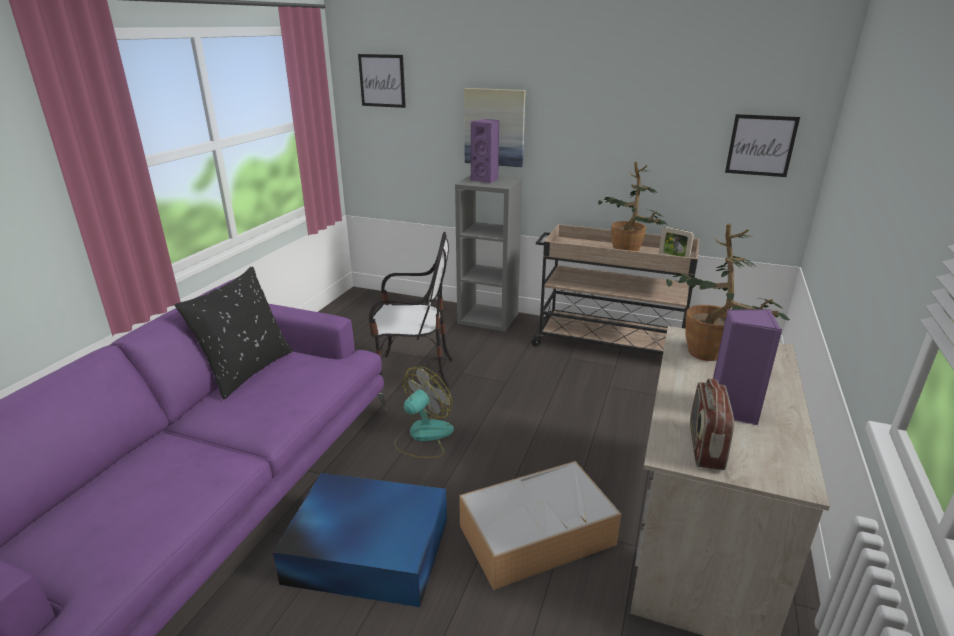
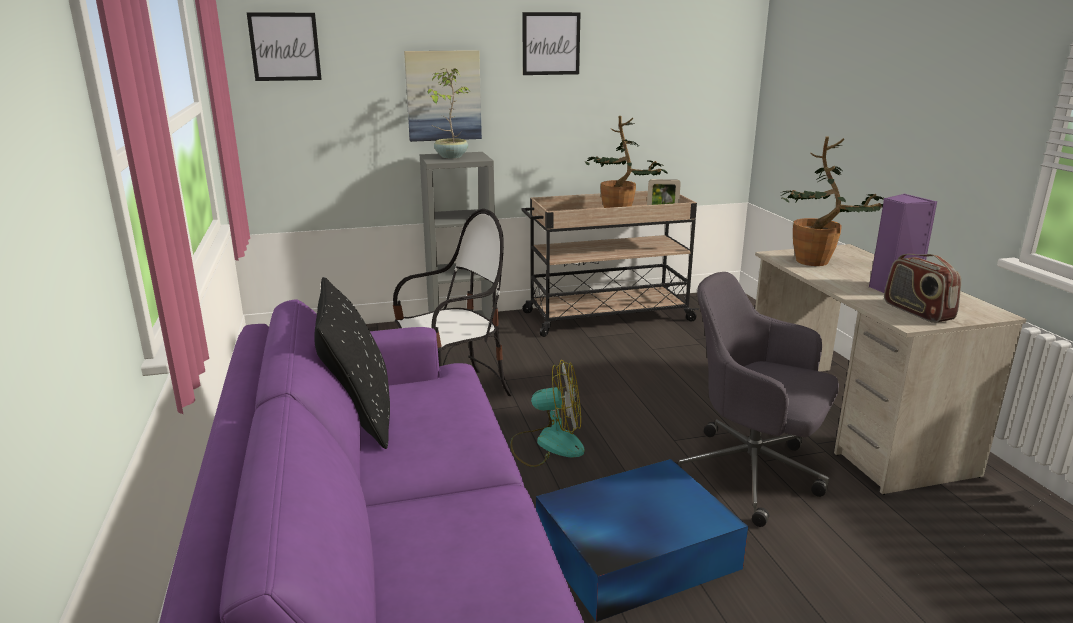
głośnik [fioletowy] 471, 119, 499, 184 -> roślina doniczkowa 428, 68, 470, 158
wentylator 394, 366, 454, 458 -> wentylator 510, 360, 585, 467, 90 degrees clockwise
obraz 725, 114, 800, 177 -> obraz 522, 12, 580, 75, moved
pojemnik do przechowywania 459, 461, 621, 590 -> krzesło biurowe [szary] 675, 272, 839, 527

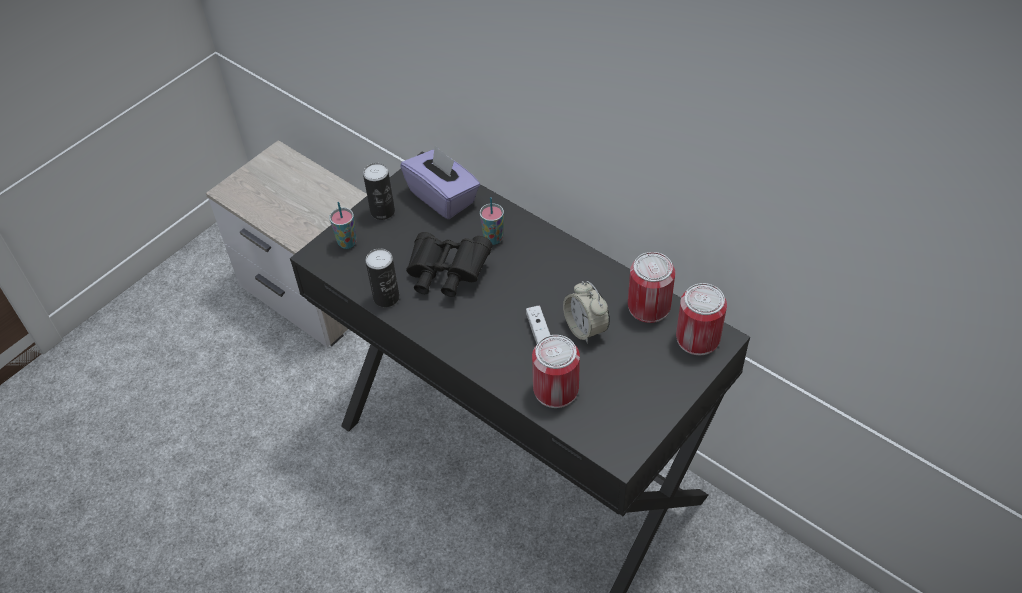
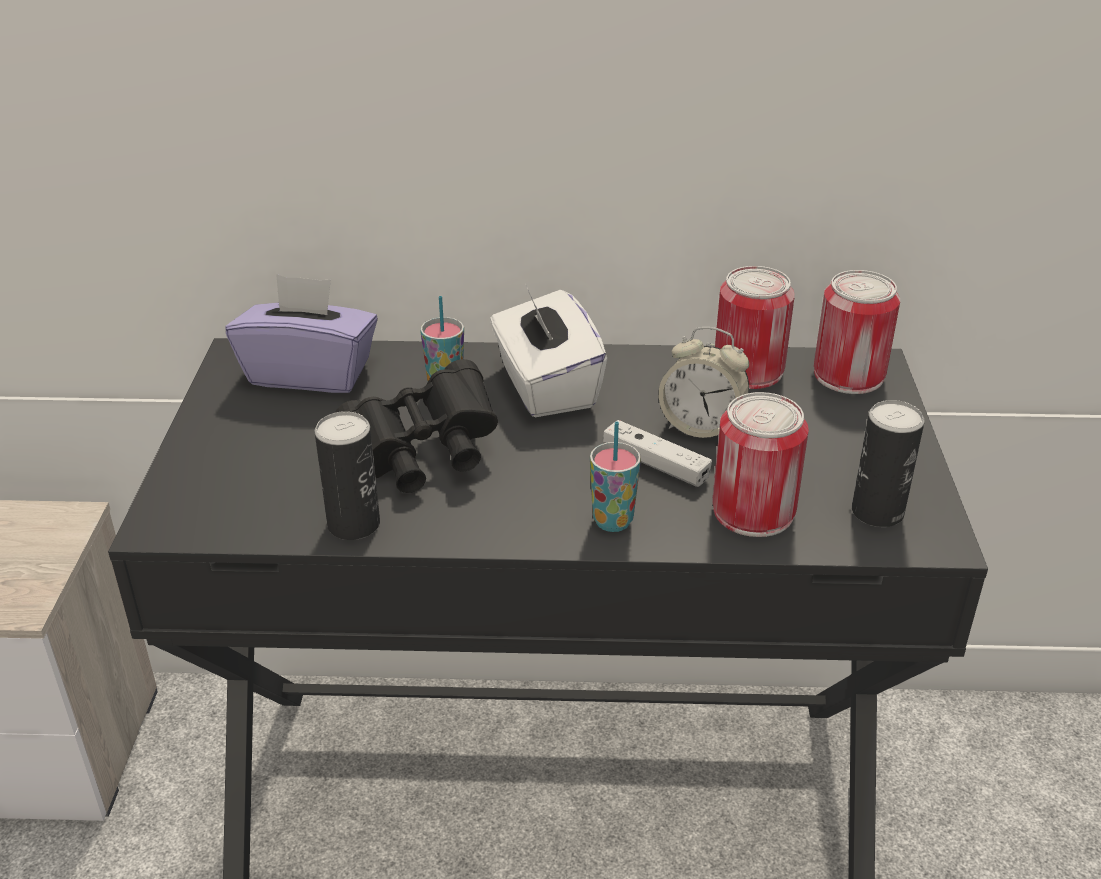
none -> pudełko chusteczek [biały] 490, 285, 607, 417
filiżanka 329, 202, 357, 249 -> filiżanka 590, 422, 641, 532, moved
puszka 363, 163, 395, 220 -> puszka 852, 400, 925, 527, moved

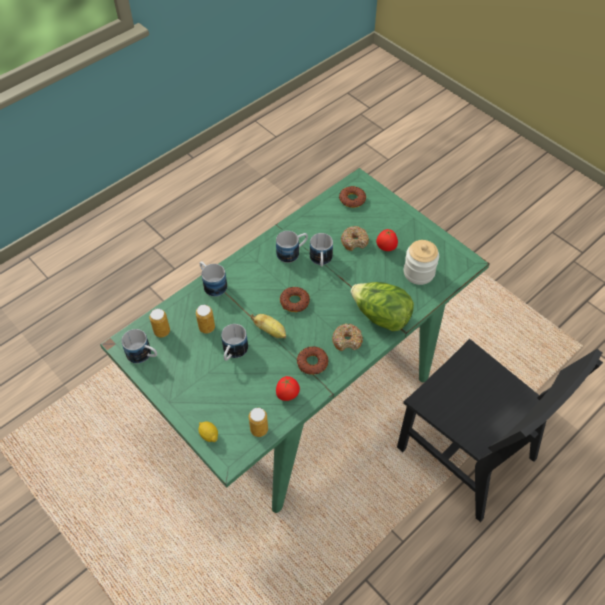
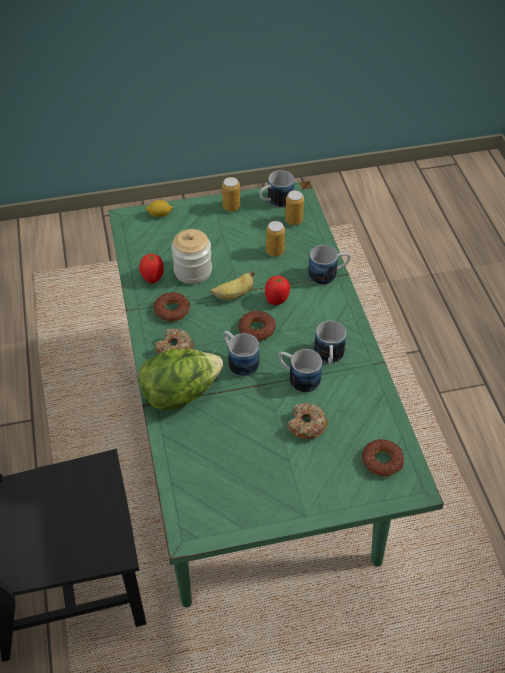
słoik 403, 240, 439, 285 -> słoik 171, 229, 212, 284, moved
puszka 249, 408, 268, 437 -> puszka 222, 177, 240, 212, moved
kubek 221, 324, 248, 361 -> kubek 224, 331, 259, 376, moved
pomidor 376, 229, 398, 251 -> pomidor 265, 275, 290, 305, moved

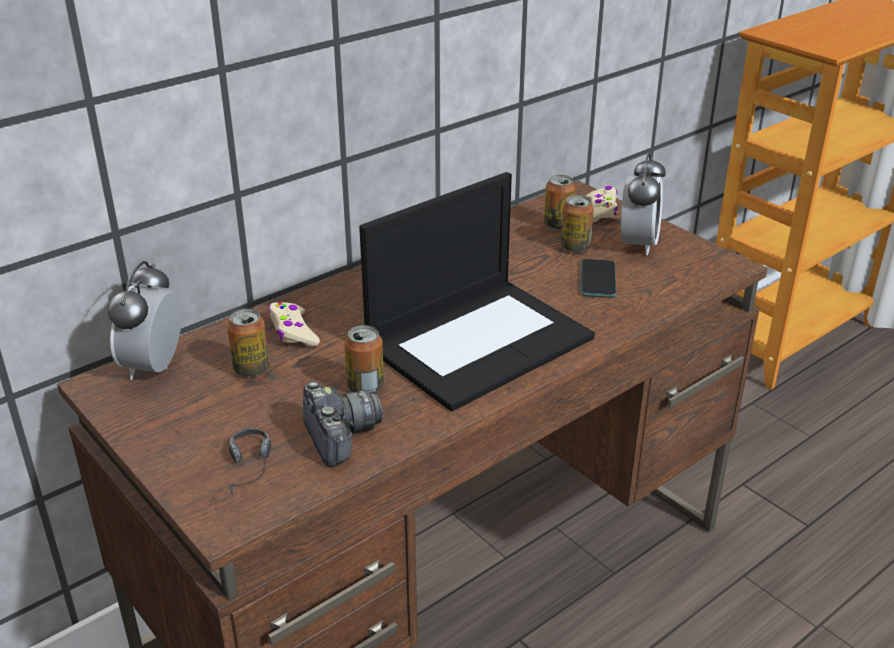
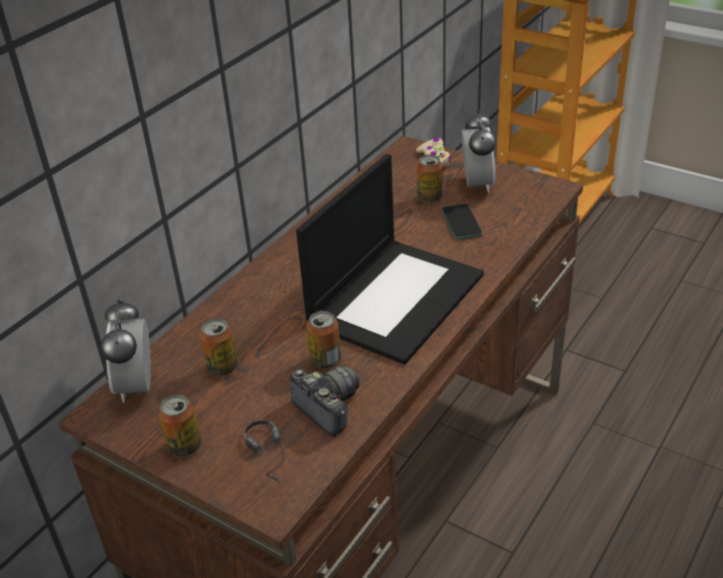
puszka 544, 175, 575, 230 -> puszka 158, 395, 201, 457, moved
pad do gier [beżowy] 269, 302, 320, 347 -> none

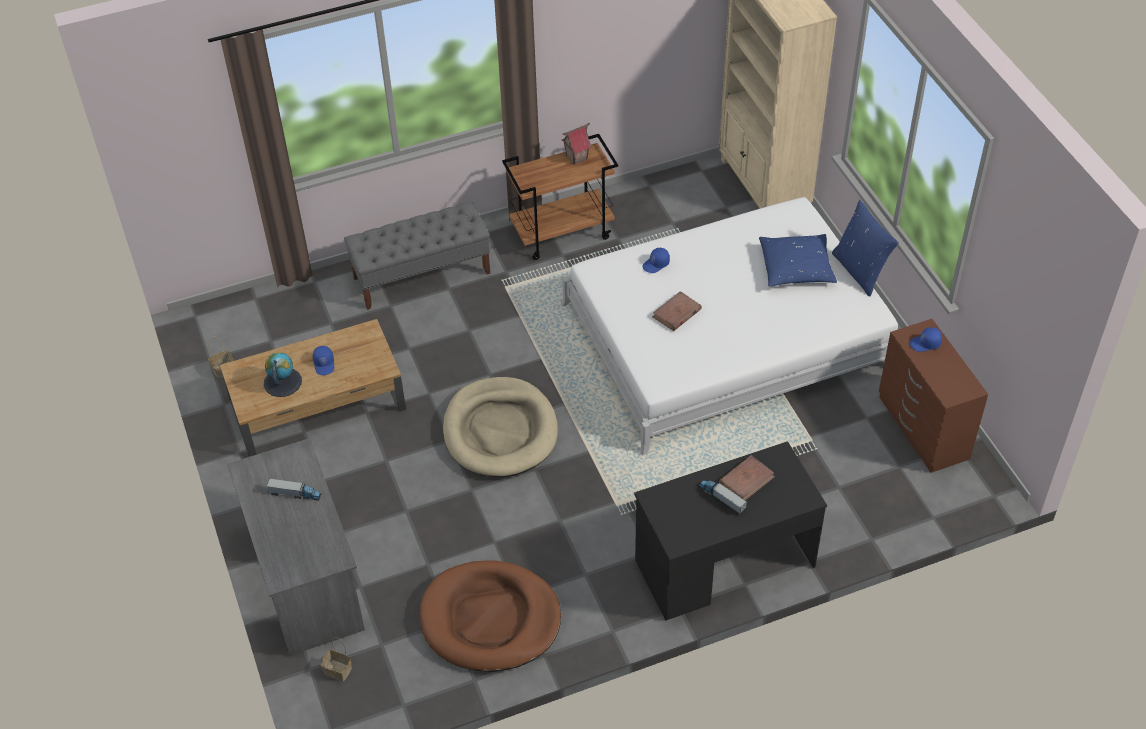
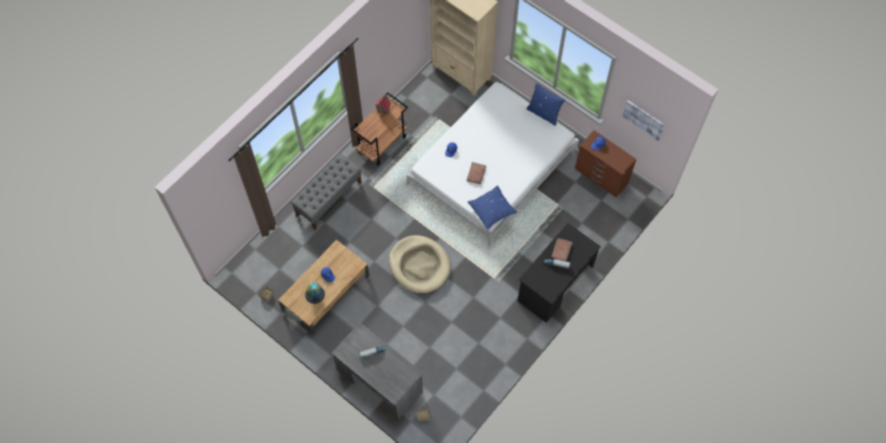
poduszka [niebieski] 759, 234, 837, 287 -> poduszka [niebieski] 468, 185, 517, 230, moved
none -> obraz 622, 100, 665, 141
legowisko [brązowy] 420, 560, 561, 672 -> none

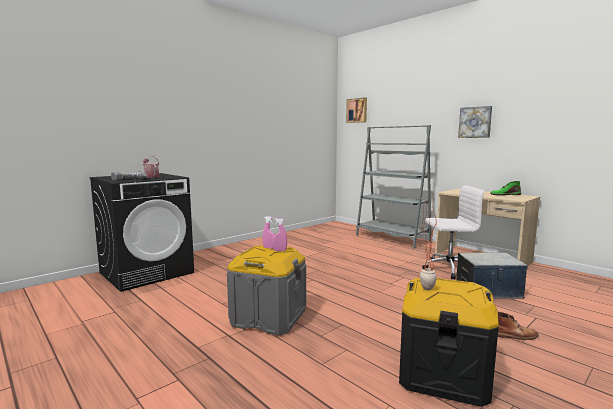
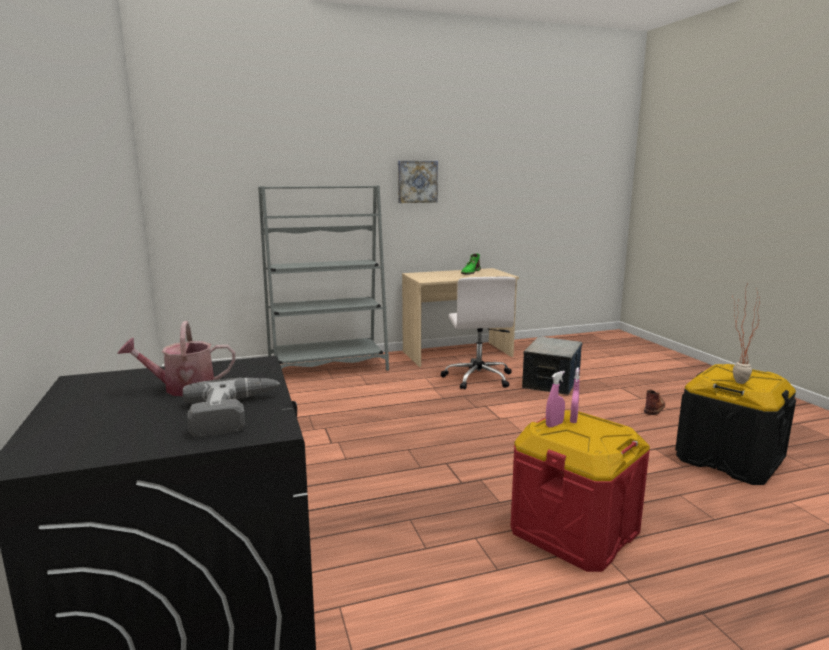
krzesło biurowe [biały] 422, 185, 484, 280 -> krzesło biurowe [biały] 440, 277, 516, 390, 150 degrees clockwise
pojemnik do przechowywania [szary] 227, 245, 306, 335 -> pojemnik do przechowywania [czerwony] 511, 410, 650, 572
obraz 346, 97, 367, 123 -> none

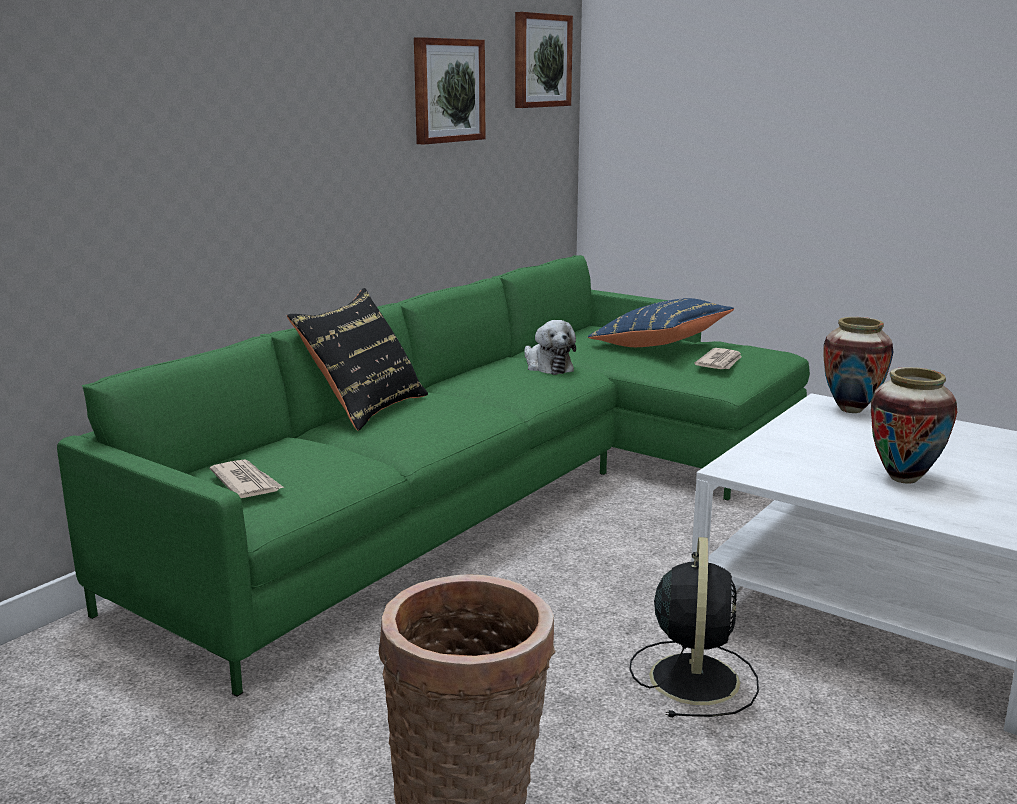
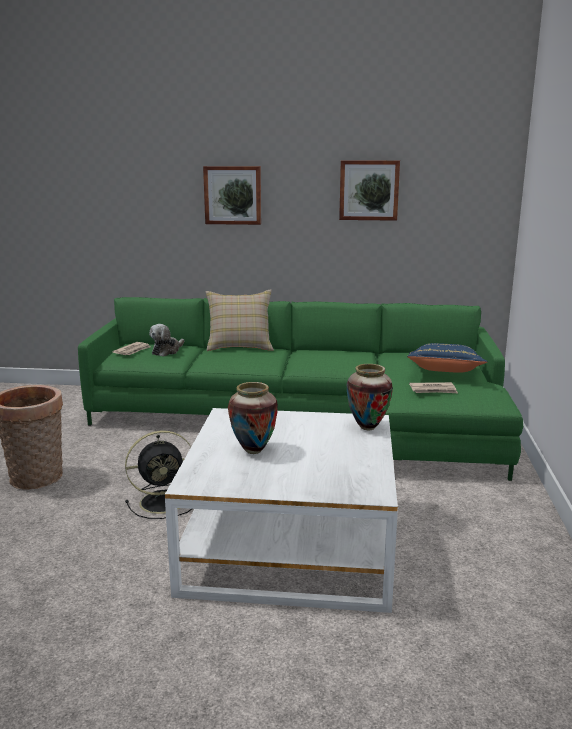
pluszak 524, 320, 576, 375 -> pluszak 149, 324, 184, 356, moved
obraz 515, 12, 573, 108 -> obraz 203, 166, 261, 225, moved
poduszka [czarny] 287, 288, 428, 431 -> poduszka [beżowy] 206, 289, 274, 351

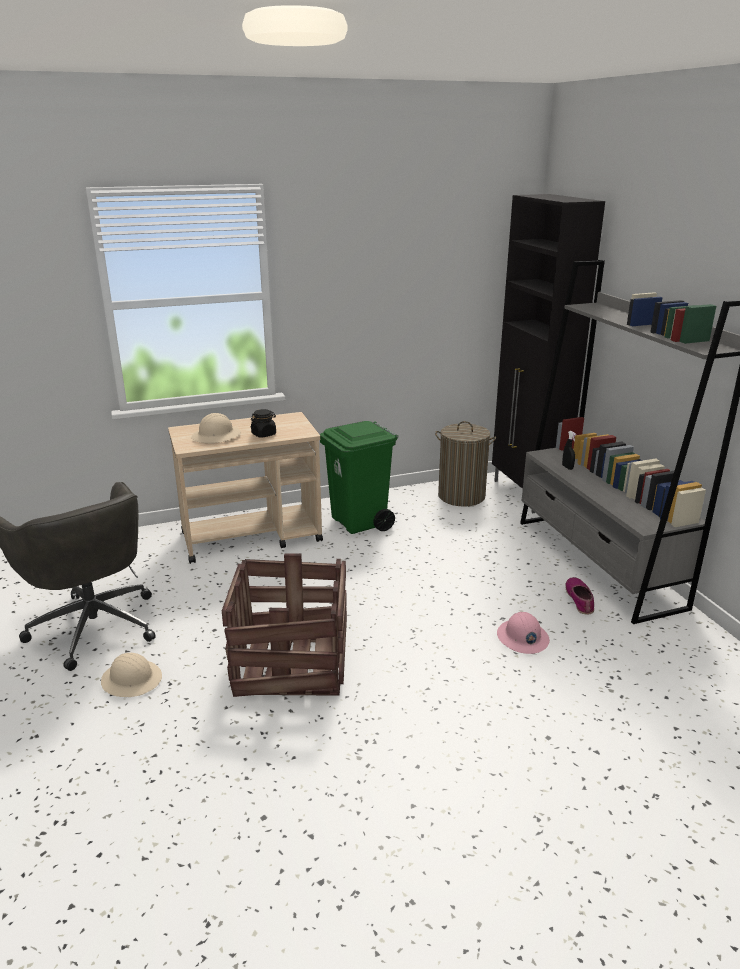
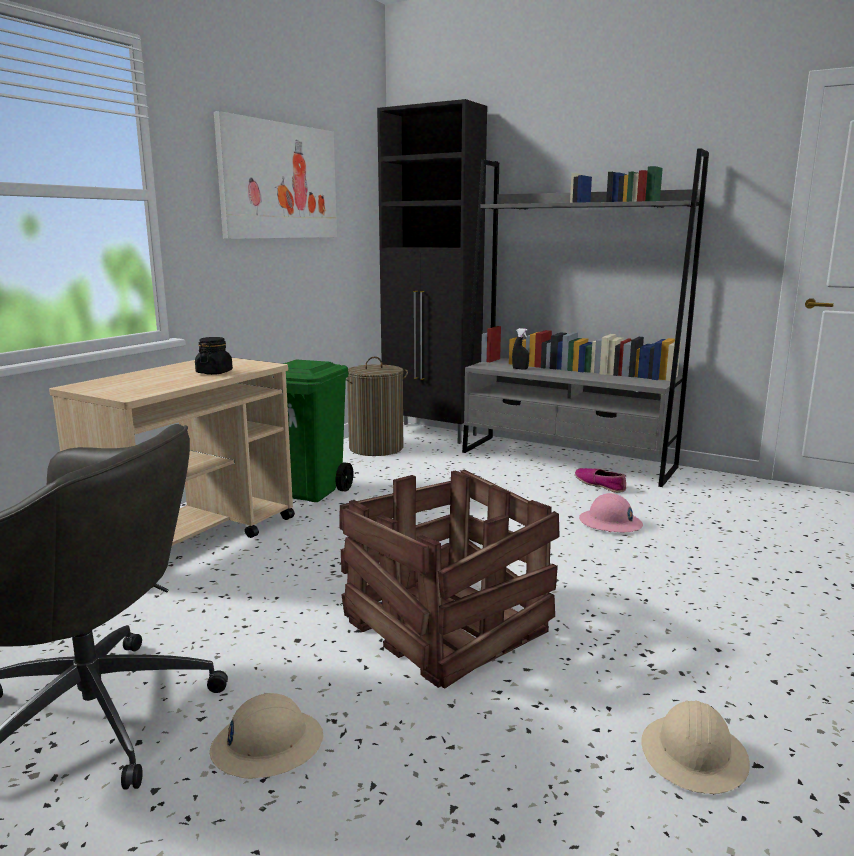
none -> obraz 214, 111, 337, 239
kask [beżowy] 191, 413, 241, 443 -> kask [beżowy] 641, 701, 750, 794, moved

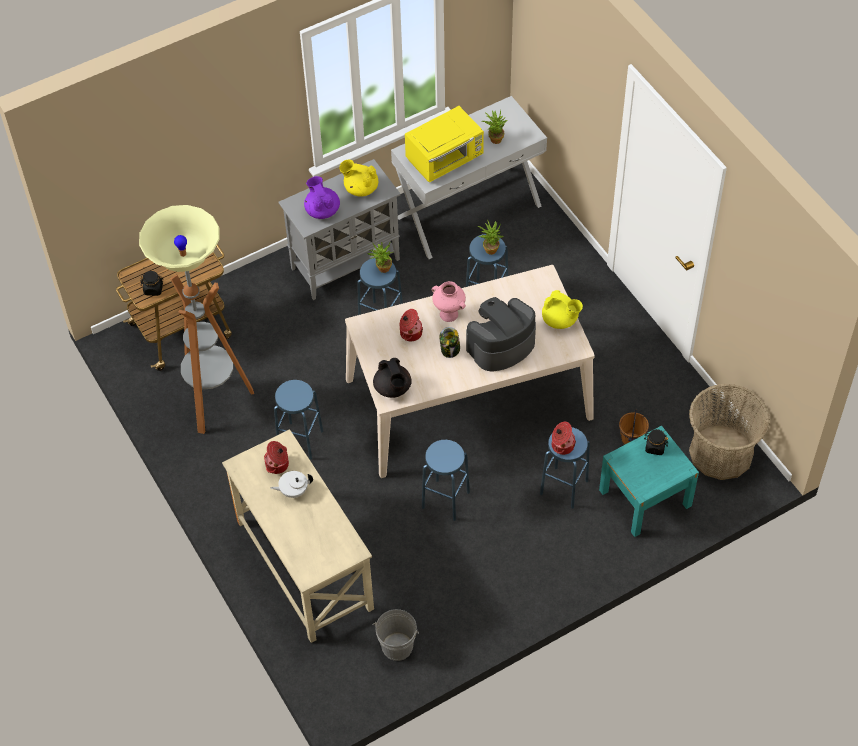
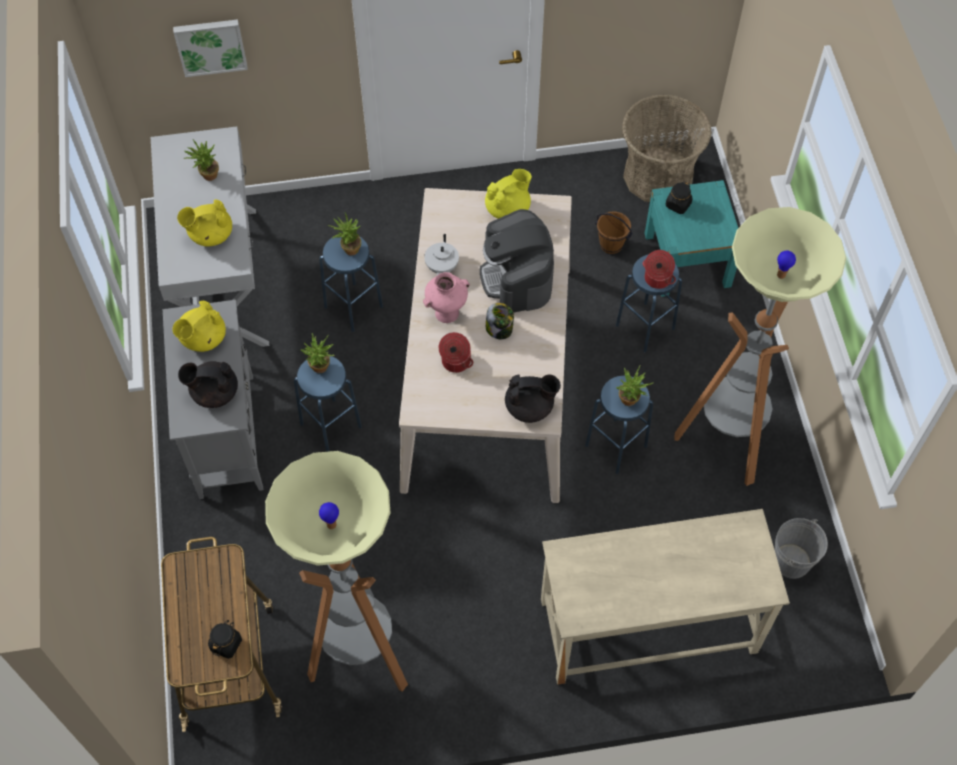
none -> obraz 173, 19, 248, 77
mikrofalówka [żółty] 405, 106, 484, 182 -> imbryk [żółty] 177, 199, 232, 246
imbryk [fioletowy] 304, 176, 340, 219 -> imbryk [czarny] 178, 361, 238, 408
imbryk [biały] 271, 471, 313, 498 -> imbryk [biały] 424, 234, 459, 275, moved
none -> roślina doniczkowa 616, 365, 653, 406
none -> lampa stojąca 674, 207, 846, 486
garnek 264, 441, 289, 474 -> none
stołek [niebieski] 274, 380, 323, 460 -> none

